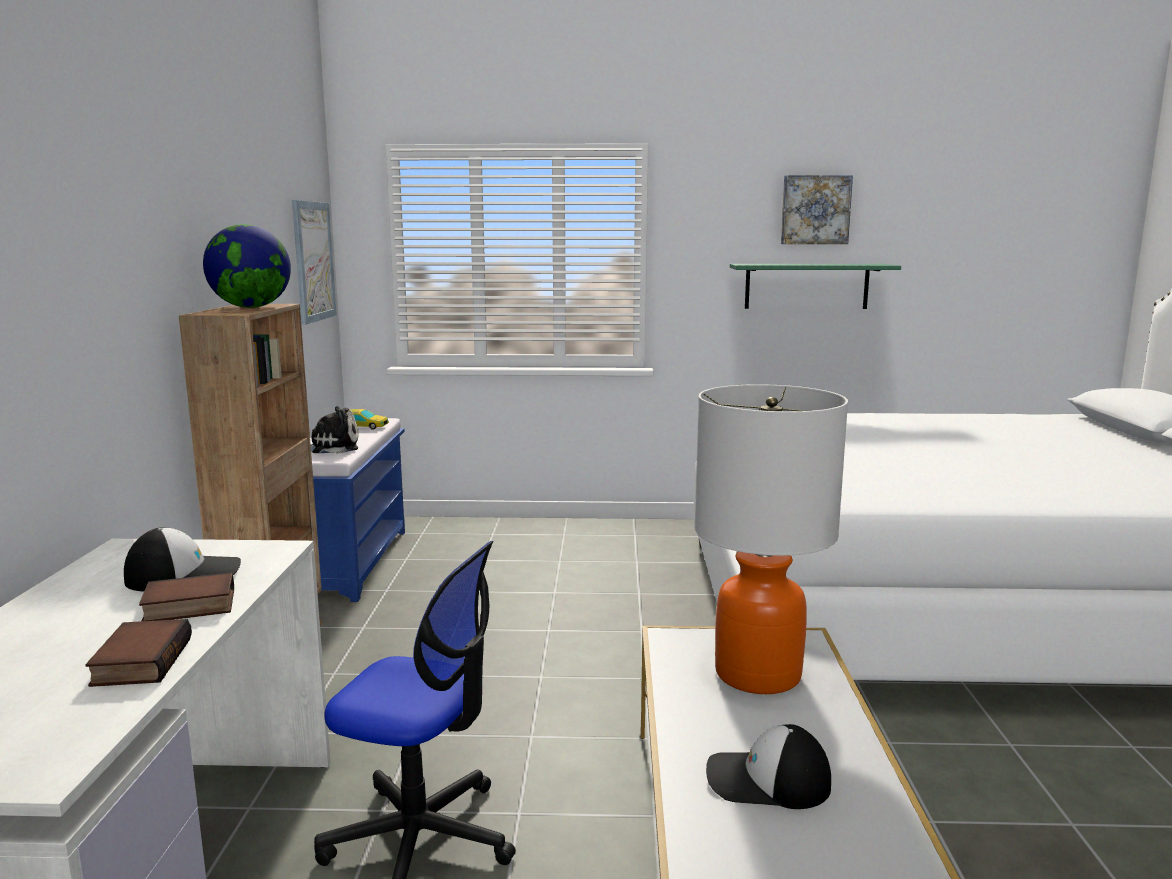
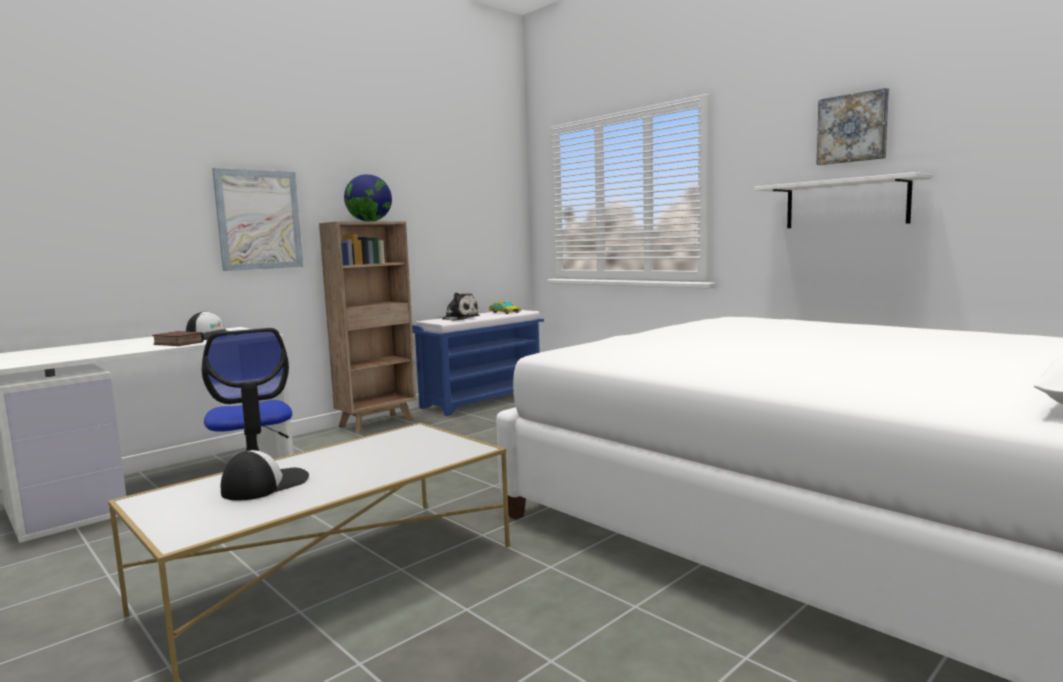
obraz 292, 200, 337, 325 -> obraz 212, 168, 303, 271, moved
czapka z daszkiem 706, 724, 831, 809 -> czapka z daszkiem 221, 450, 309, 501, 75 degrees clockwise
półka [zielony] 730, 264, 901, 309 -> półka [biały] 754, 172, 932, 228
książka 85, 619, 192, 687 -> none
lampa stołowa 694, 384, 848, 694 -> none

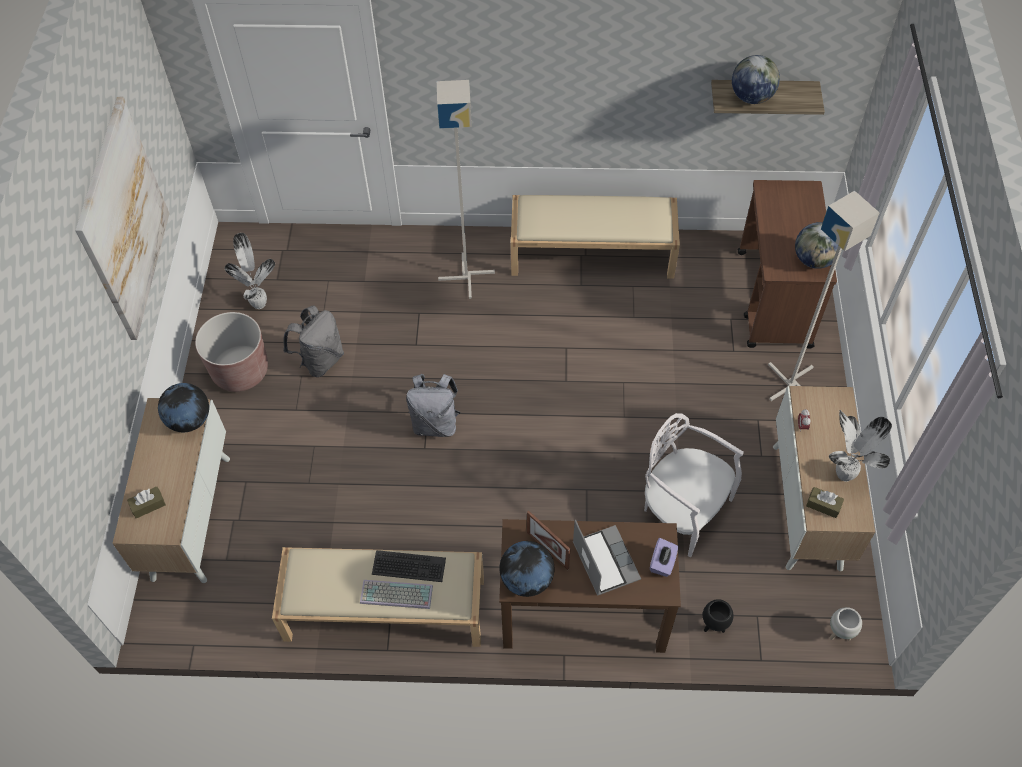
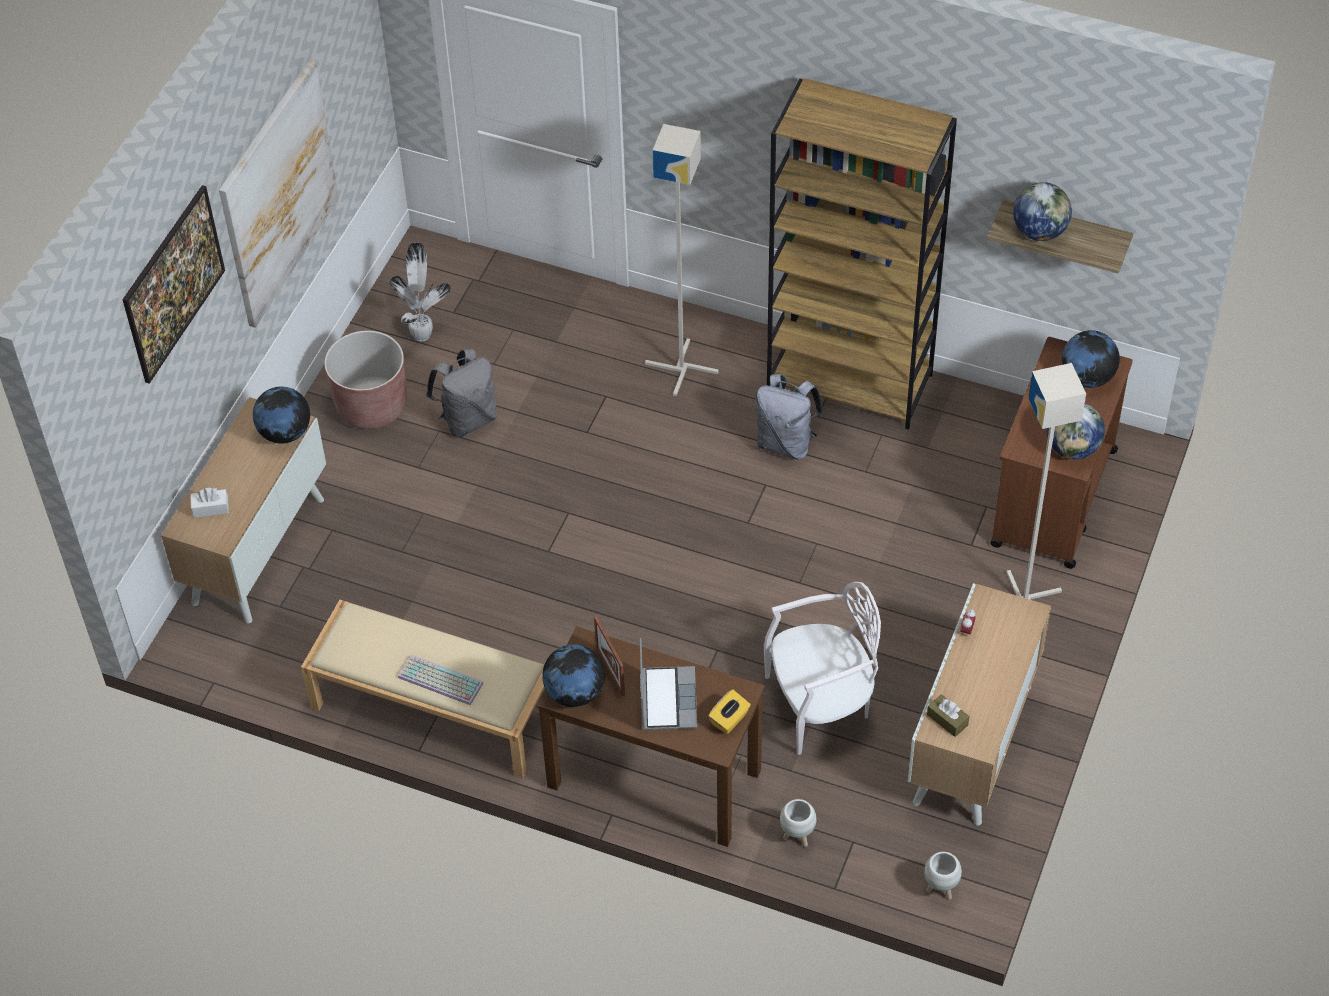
none -> obraz 122, 185, 225, 384
pudełko chusteczek [brązowy] 127, 486, 166, 518 -> pudełko chusteczek [biały] 190, 488, 229, 518
pudełko chusteczek [fioletowy] 650, 538, 678, 577 -> pudełko chusteczek [żółty] 708, 690, 751, 734
plecak [szary] 406, 374, 461, 437 -> plecak [szary] 756, 374, 823, 460, moved
krzesło [biały] 644, 413, 744, 557 -> krzesło [biały] 764, 582, 881, 755, 105 degrees clockwise
ławka [beżowy] 510, 195, 680, 279 -> regał [brązowy] 767, 78, 957, 429
donica [czarny] 703, 599, 733, 633 -> donica [biały] 780, 799, 816, 847
none -> globus 1062, 330, 1120, 388
klawiatura 372, 550, 446, 582 -> none
roślina doniczkowa 829, 410, 892, 482 -> none

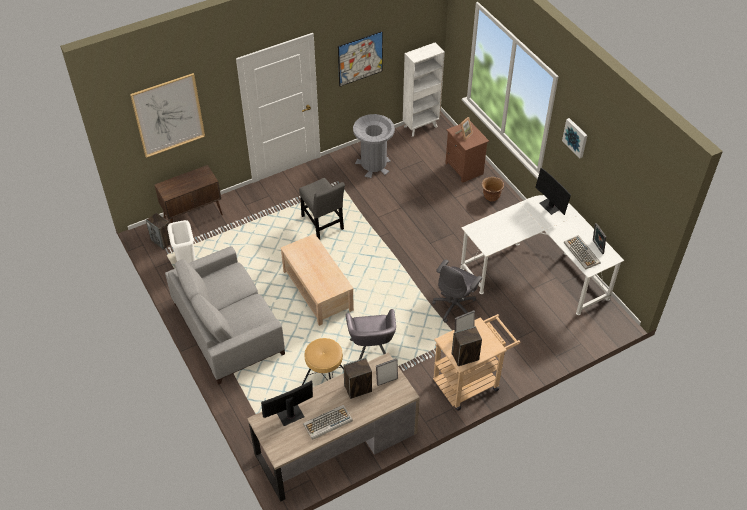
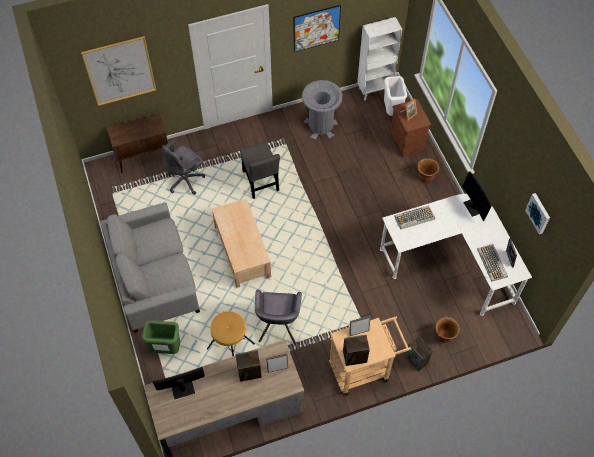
none -> kosz na śmieci [zielony] 142, 320, 180, 354
krzesło biurowe [szary] 432, 259, 482, 323 -> krzesło biurowe [szary] 162, 139, 205, 195, moved
kosz na śmieci [biały] 167, 220, 196, 263 -> kosz na śmieci [biały] 384, 76, 407, 116, moved
klawiatura 303, 405, 353, 440 -> klawiatura 394, 205, 435, 229, moved
głośnik 146, 213, 170, 250 -> głośnik 405, 336, 433, 372, moved
none -> donica [brązowy] 435, 317, 460, 343
obraz 562, 118, 588, 158 -> obraz 525, 193, 550, 234, moved

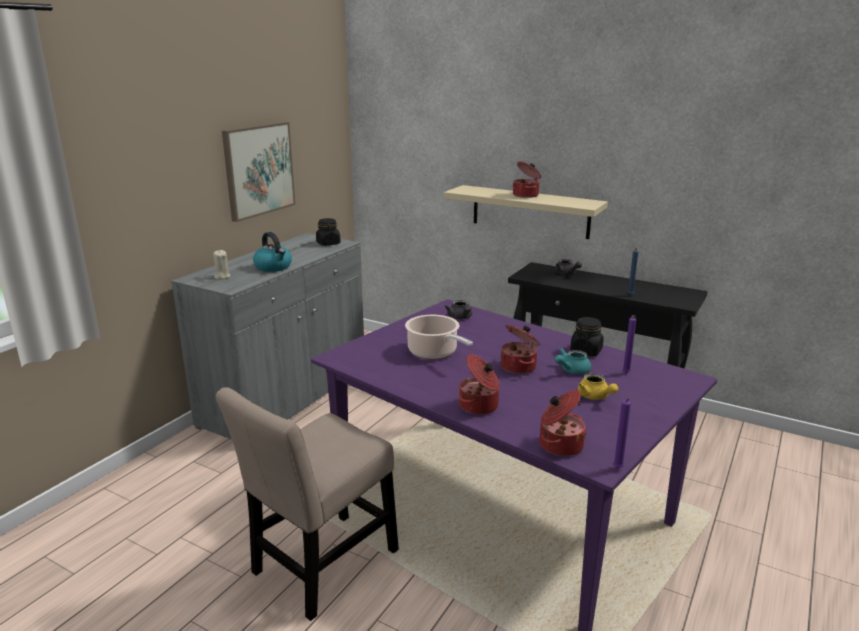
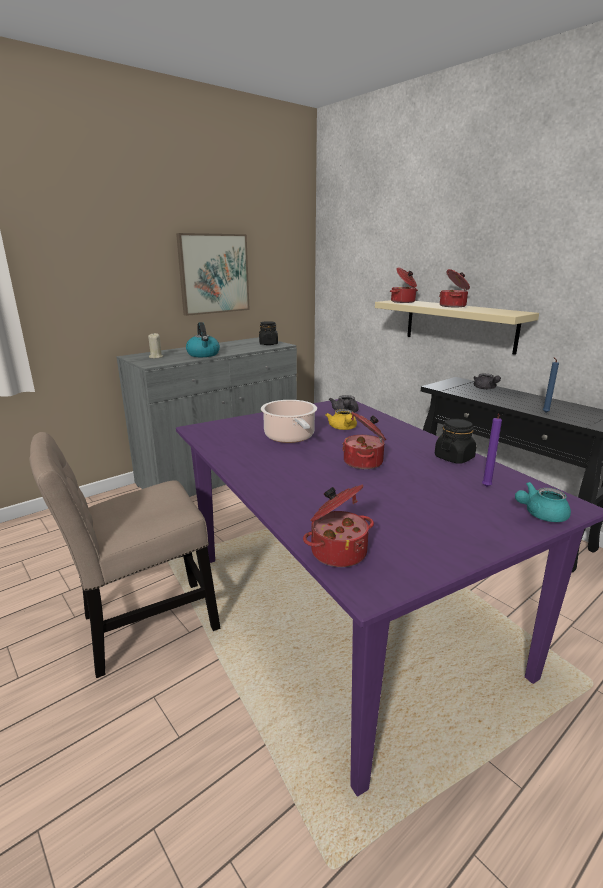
imbryk [żółty] 578, 373, 618, 400 -> imbryk [żółty] 326, 409, 357, 430, moved
garnek 459, 354, 499, 415 -> garnek 390, 267, 418, 303, moved
imbryk [turkusowy] 555, 348, 591, 374 -> imbryk [turkusowy] 515, 482, 571, 522, moved
świeca [fioletowy] 613, 398, 631, 468 -> none

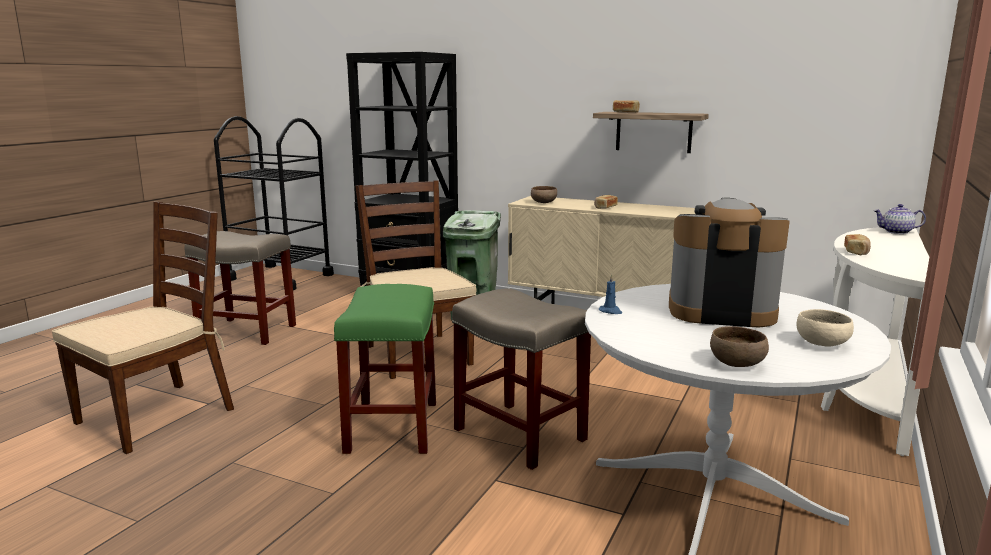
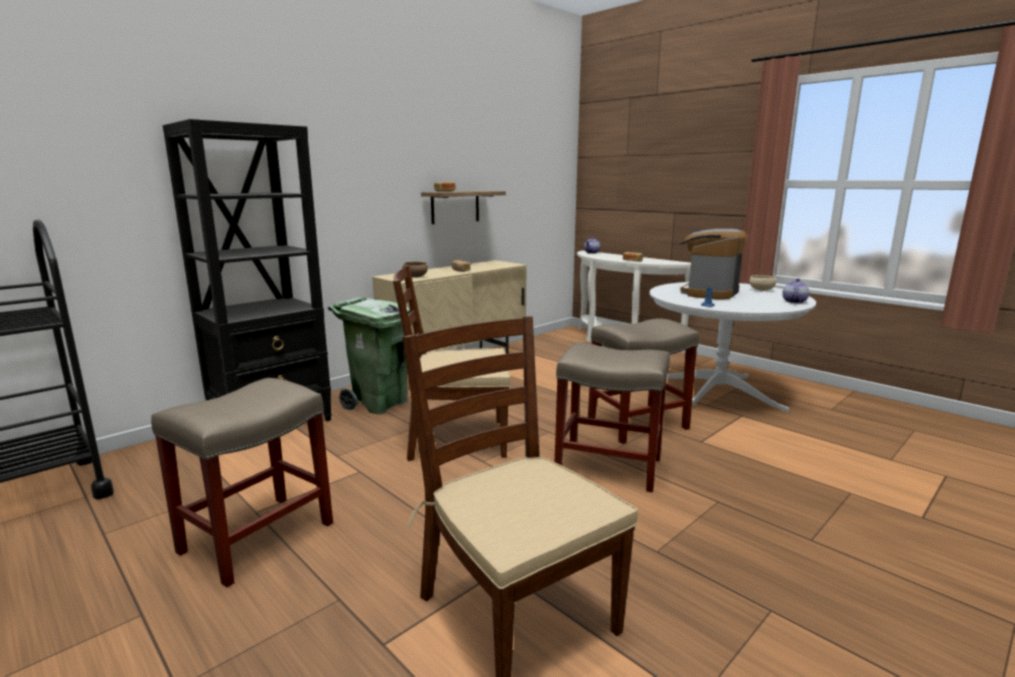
stołek [zielony] 334, 284, 436, 454 -> stołek [beżowy] 555, 343, 670, 492
miska [brązowy] 710, 326, 769, 367 -> imbryk 782, 278, 809, 303

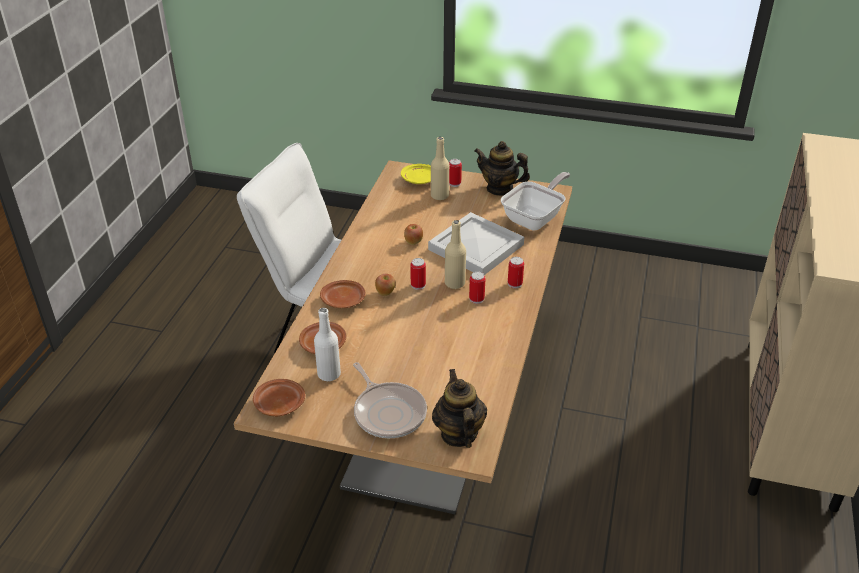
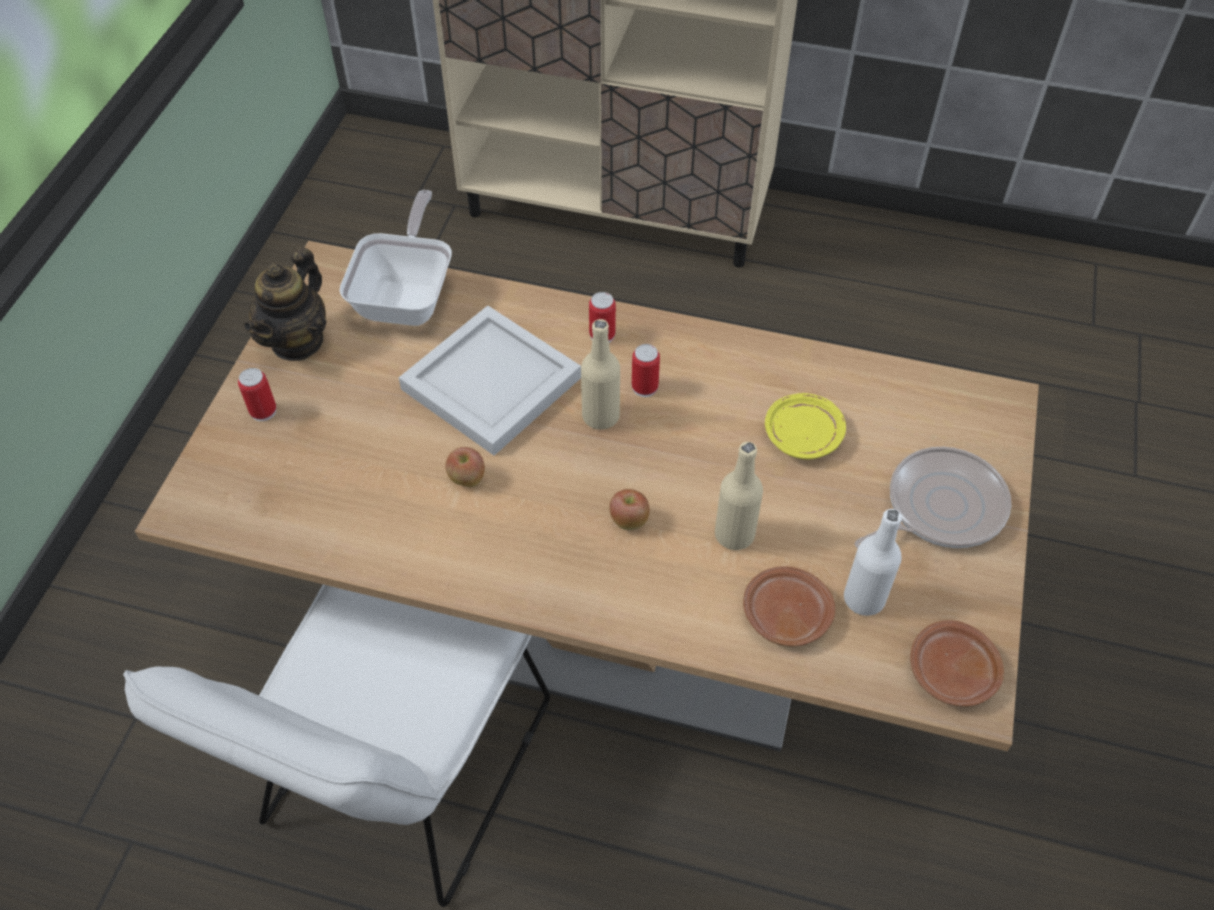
patelnia 501, 172, 570, 231 -> patelnia 339, 190, 452, 326, 60 degrees clockwise
butelka [beżowy] 431, 137, 449, 200 -> butelka [beżowy] 715, 442, 763, 550, moved
talerz [żółty] 401, 164, 431, 184 -> talerz [żółty] 765, 393, 846, 459, moved
talerz [brązowy] 320, 280, 366, 308 -> none
puszka 410, 258, 426, 290 -> none
imbryk 432, 369, 487, 448 -> none

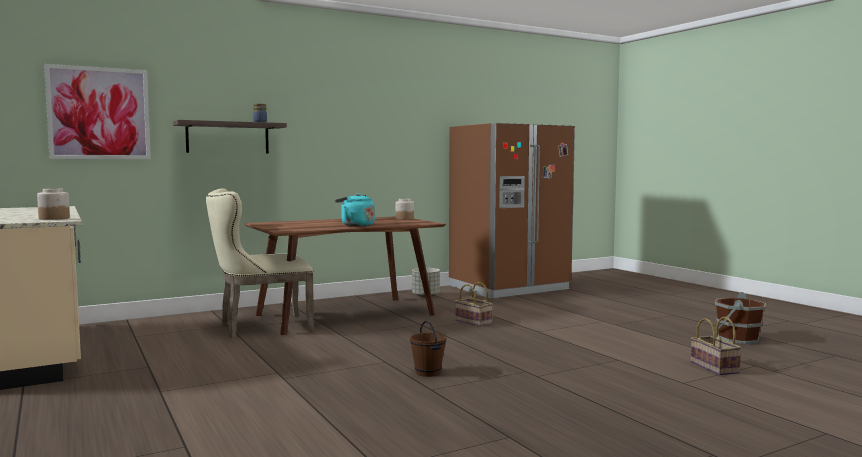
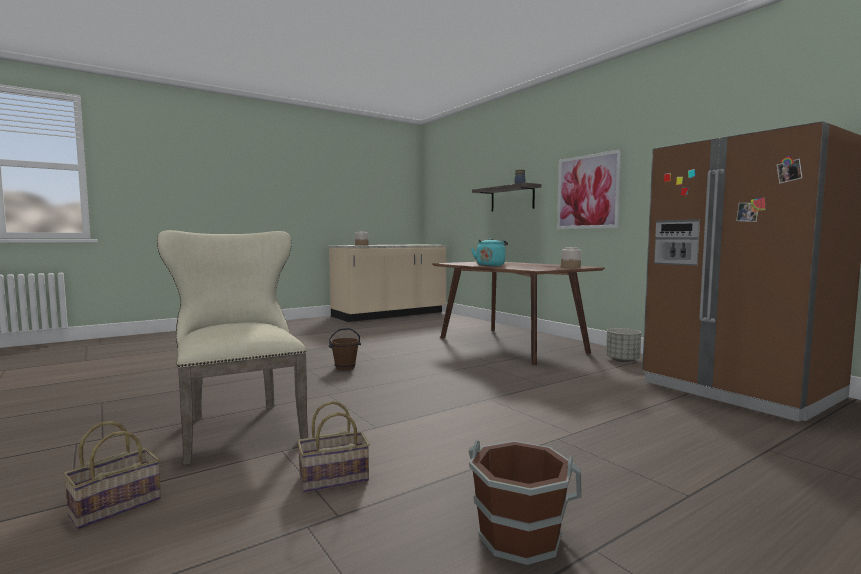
koszyk 455, 282, 493, 327 -> koszyk 63, 421, 161, 529, moved
krzesło [beżowy] 206, 188, 314, 338 -> krzesło [beżowy] 157, 230, 308, 465, moved
obraz 44, 64, 151, 159 -> obraz 557, 149, 622, 229, moved

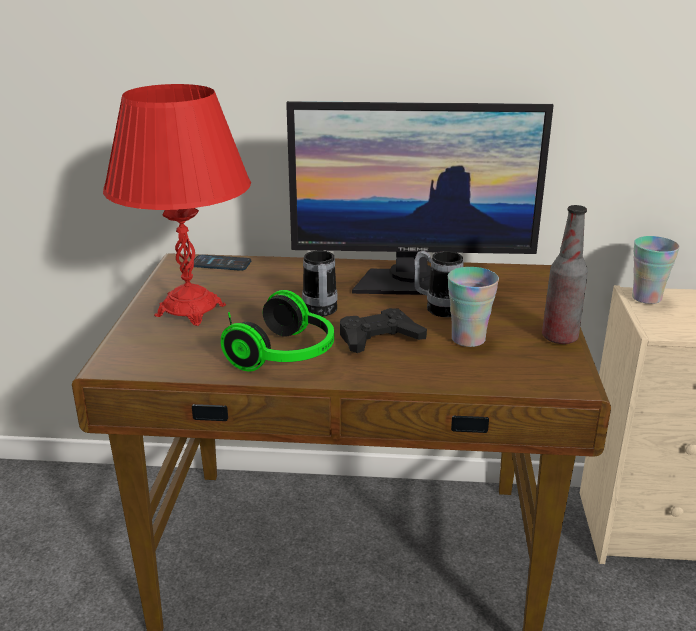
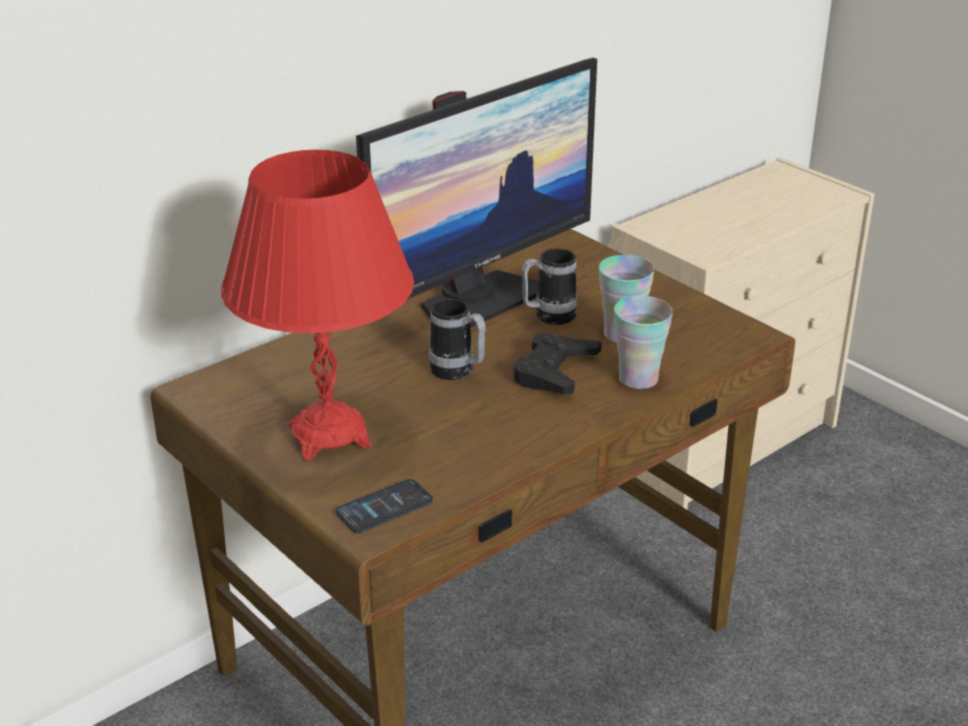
telefon 194, 255, 251, 271 -> telefon 336, 479, 433, 533, moved
filiżanka 632, 236, 680, 304 -> filiżanka 614, 296, 673, 389, moved
słuchawki 221, 290, 334, 371 -> none
butelka 542, 205, 588, 344 -> none

